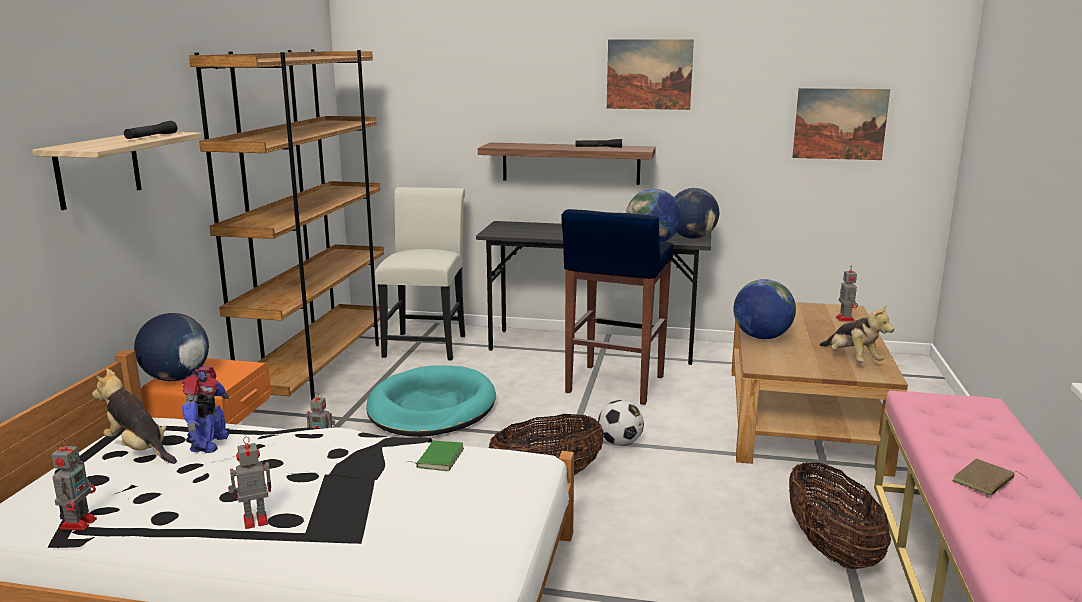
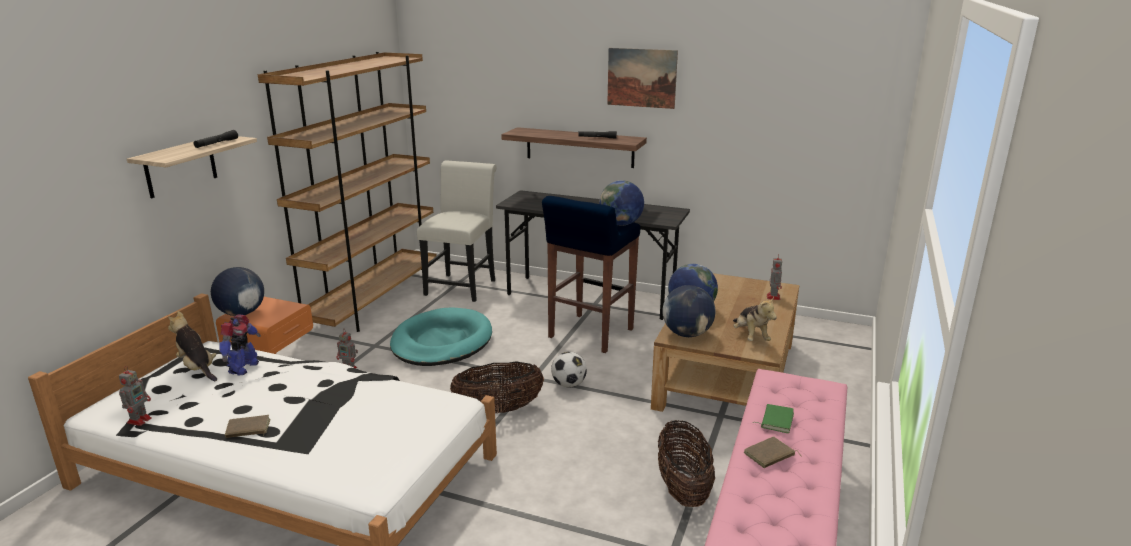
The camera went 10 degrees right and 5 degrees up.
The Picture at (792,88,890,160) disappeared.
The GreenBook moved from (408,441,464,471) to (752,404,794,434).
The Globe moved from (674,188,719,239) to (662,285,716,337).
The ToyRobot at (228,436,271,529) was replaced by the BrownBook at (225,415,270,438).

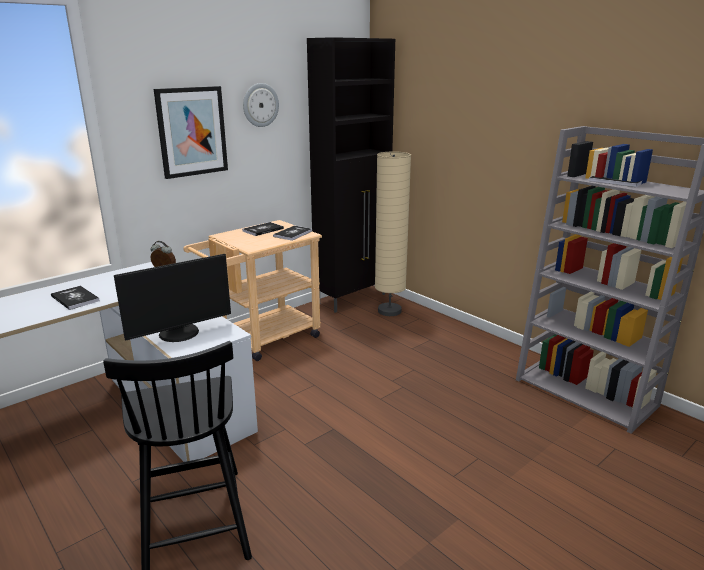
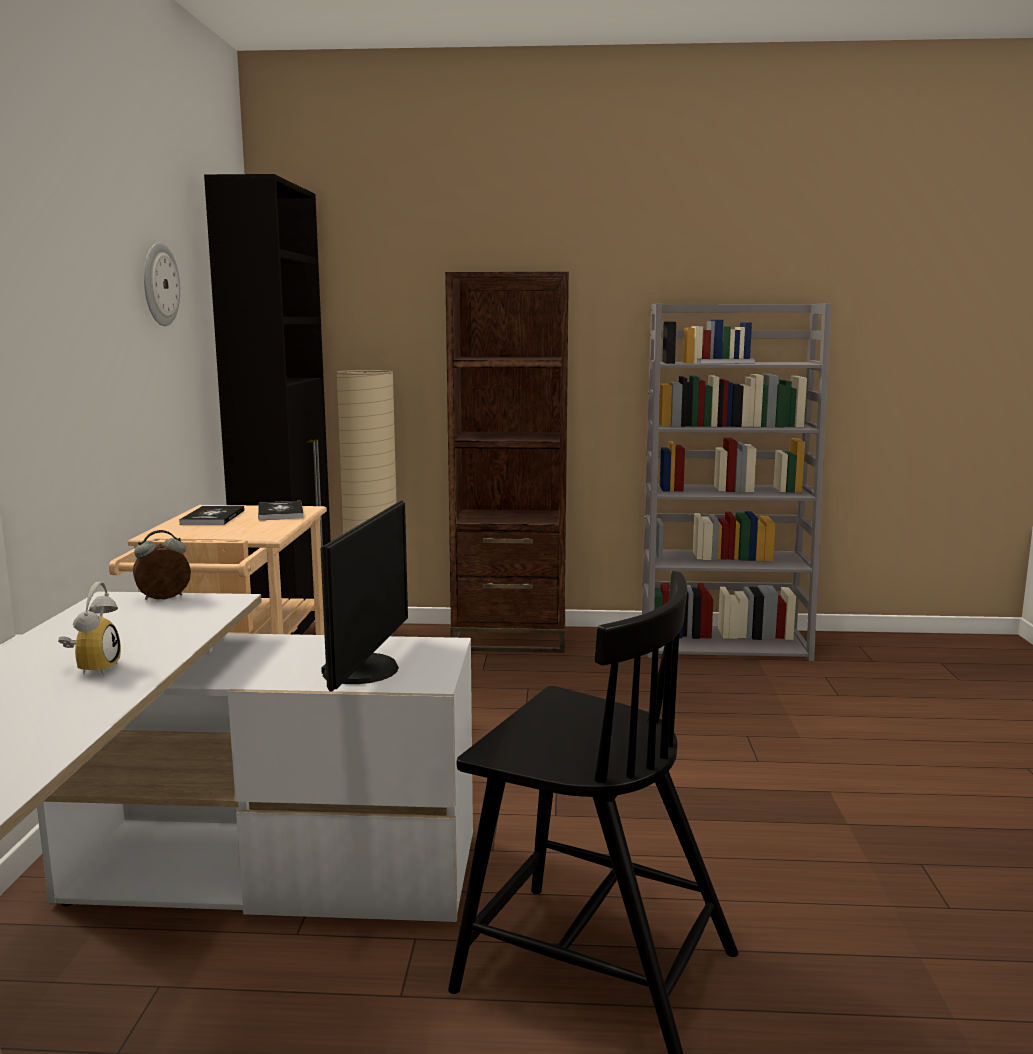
The camera went 45 degrees left and 10 degrees down.
The Picture at (154,86,228,179) disappeared.
The BrownBookcase at (445,272,569,653) appeared.
The Book at (51,286,100,310) was replaced by the AlarmClock at (58,582,121,676).

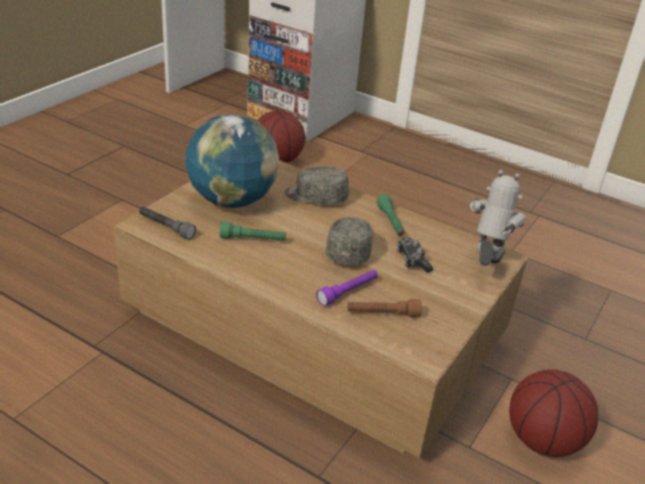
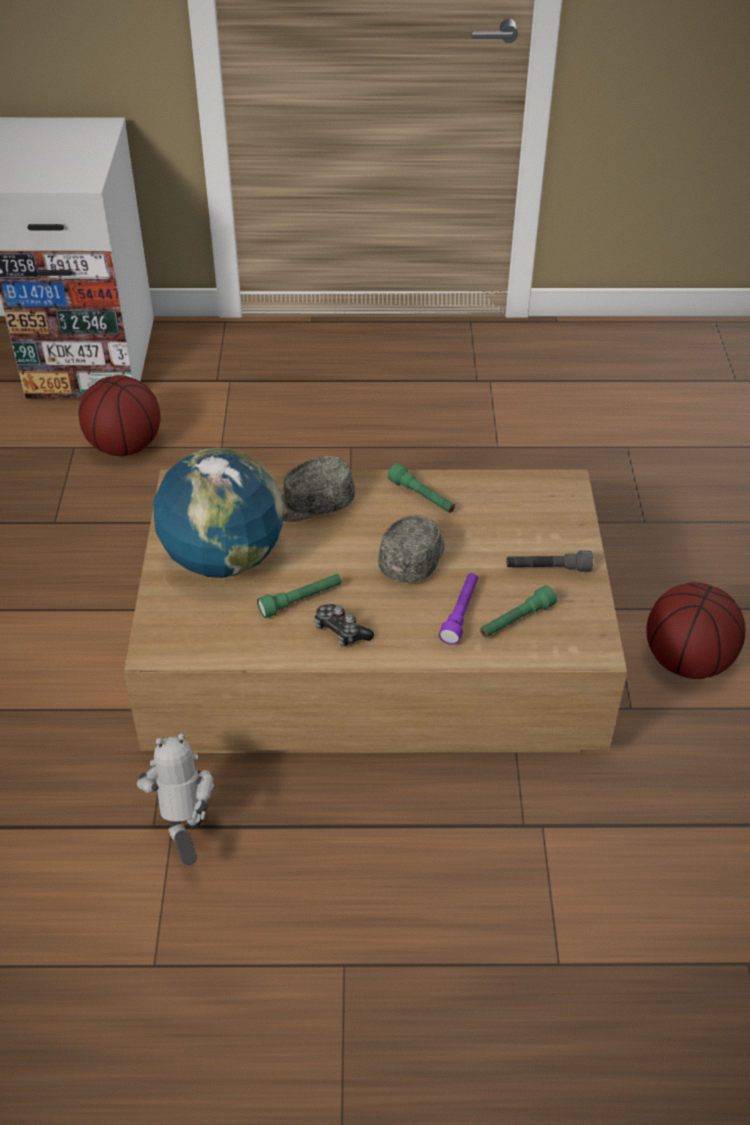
The camera went 30 degrees left and 10 degrees up.
The GreyFlashlight moved from (139,207,196,240) to (506,551,593,572).
The GameController moved from (397,237,433,273) to (314,604,374,647).
The ToyRobot moved from (470,170,525,266) to (137,733,215,865).
The BrownFlashlight at (348,299,422,317) became the GreenFlashlight at (480,585,557,637).
The GreyCap at (326,217,373,265) turned 45 degrees clockwise.

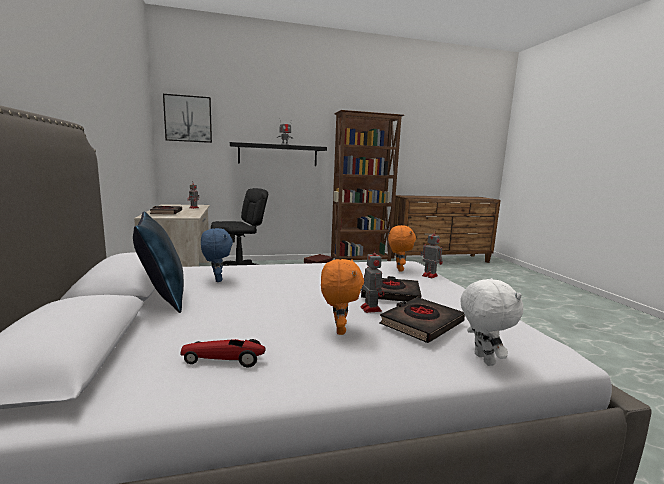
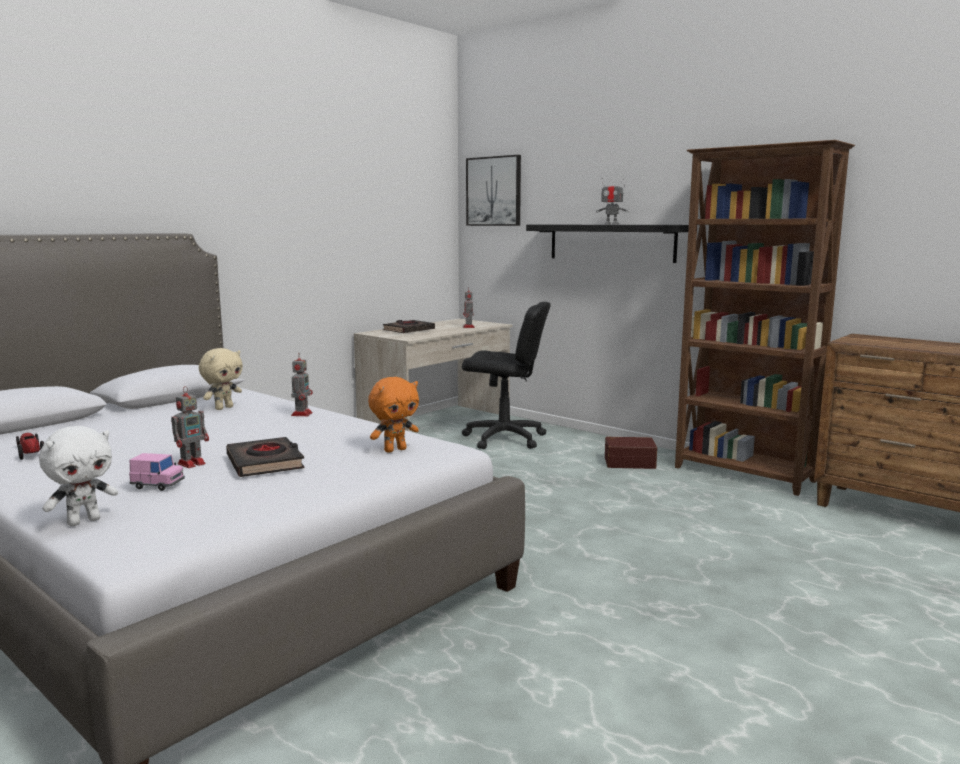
The camera went 55 degrees right and 0 degrees up.
The BluePillow at (133,211,184,313) disappeared.
The OrangePlushToy at (321,259,364,335) disappeared.
The ToyRobot moved from (420,229,443,278) to (291,353,313,416).
The BlackBook at (379,297,465,343) was replaced by the PinkToyCar at (129,453,185,491).
The BluePlushToy at (201,228,233,282) became the BeigePlushToy at (199,348,243,410).

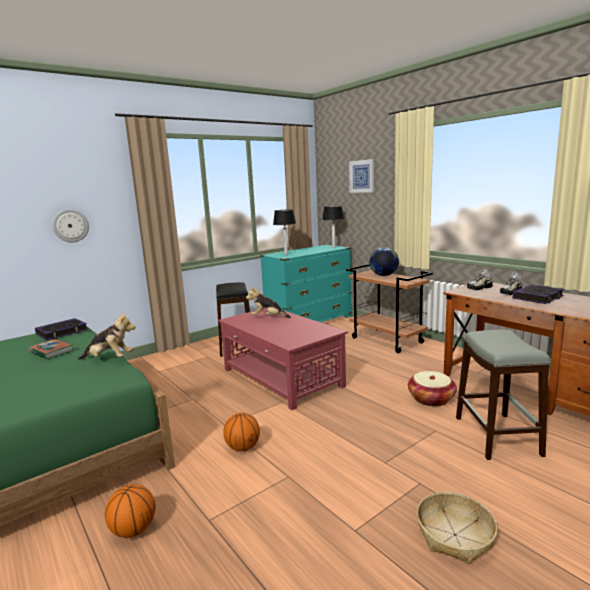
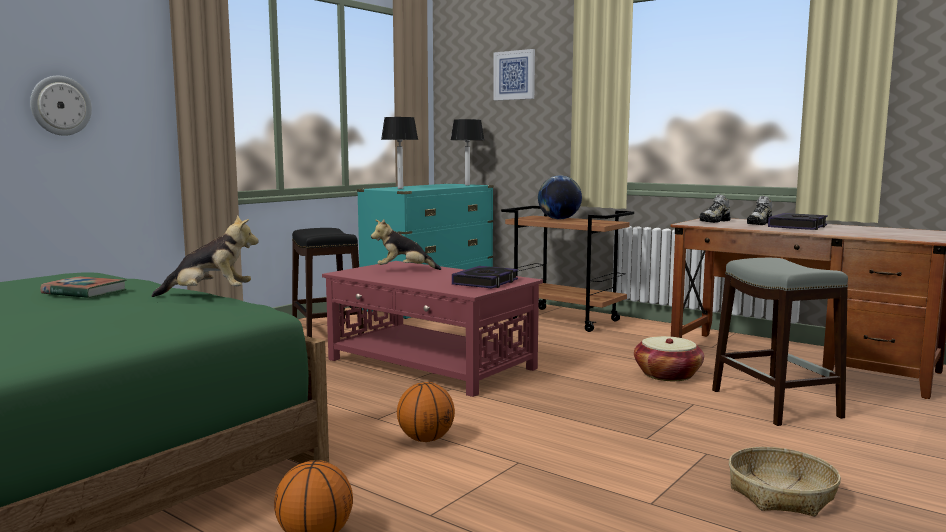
The camera went 15 degrees left and 5 degrees down.
The Book moved from (35,318,88,340) to (452,266,518,288).

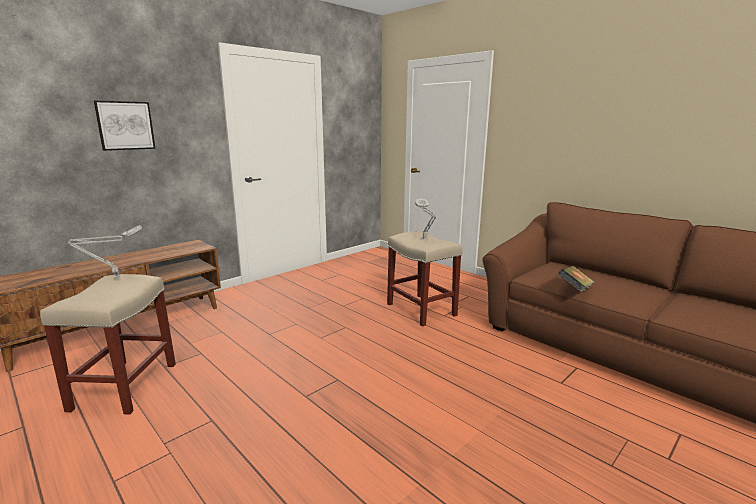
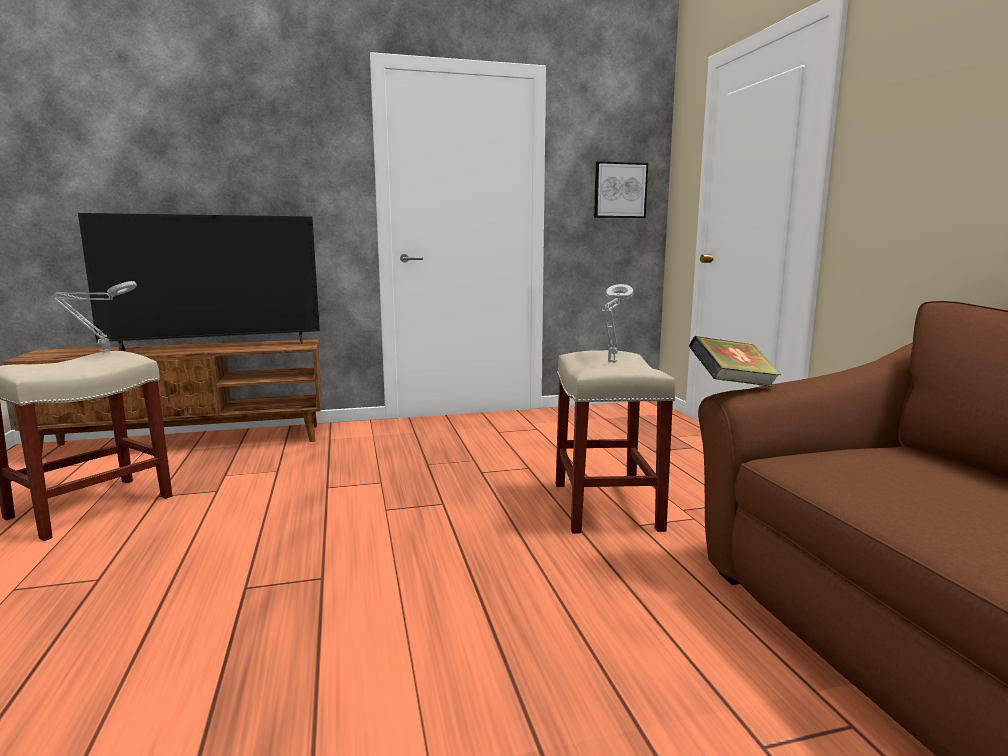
The camera went 30 degrees right and 5 degrees down.
The Television at (78,213,320,351) appeared.
The Picture moved from (94,101,156,151) to (594,161,648,218).
The Book moved from (558,266,594,292) to (689,336,781,387).

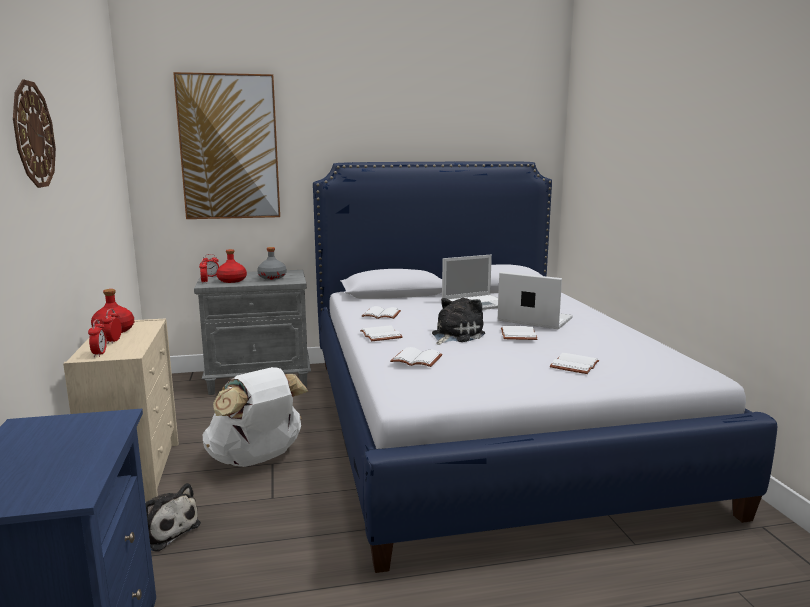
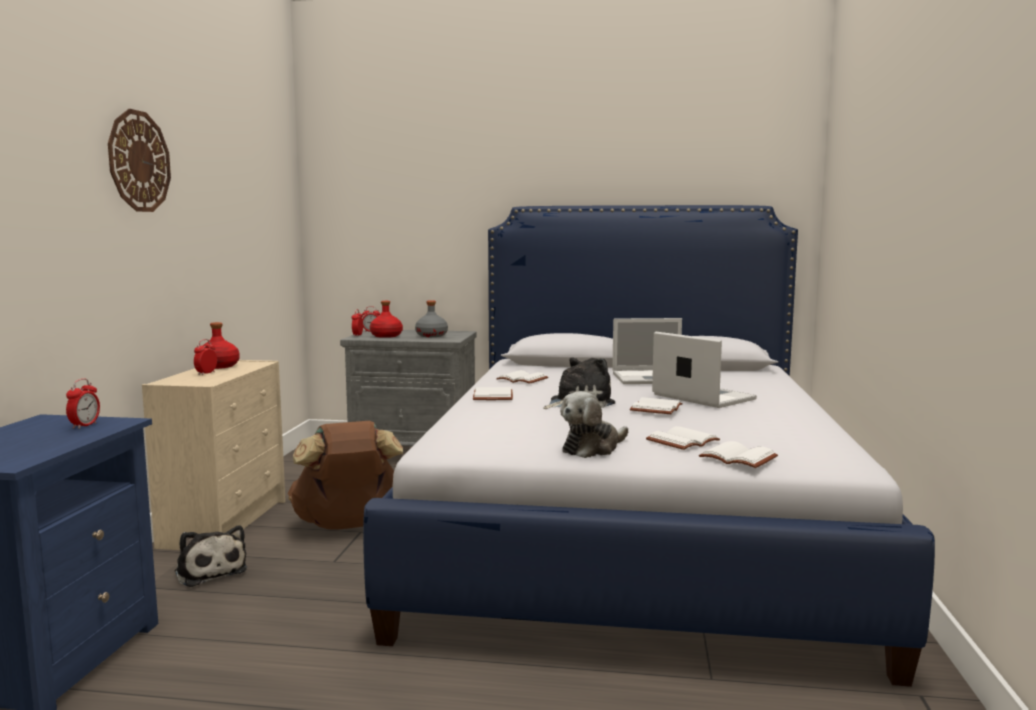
The camera went 20 degrees right and 5 degrees down.
The Picture at (173,72,280,219) disappeared.
The PlushToy at (560,391,628,458) appeared.
The AlarmClock moved from (88,319,107,357) to (66,379,100,429).
The WhiteBook moved from (390,347,442,367) to (699,441,778,468).
The WhiteBackpack at (203,367,309,467) became the BrownBackpack at (288,421,403,530).

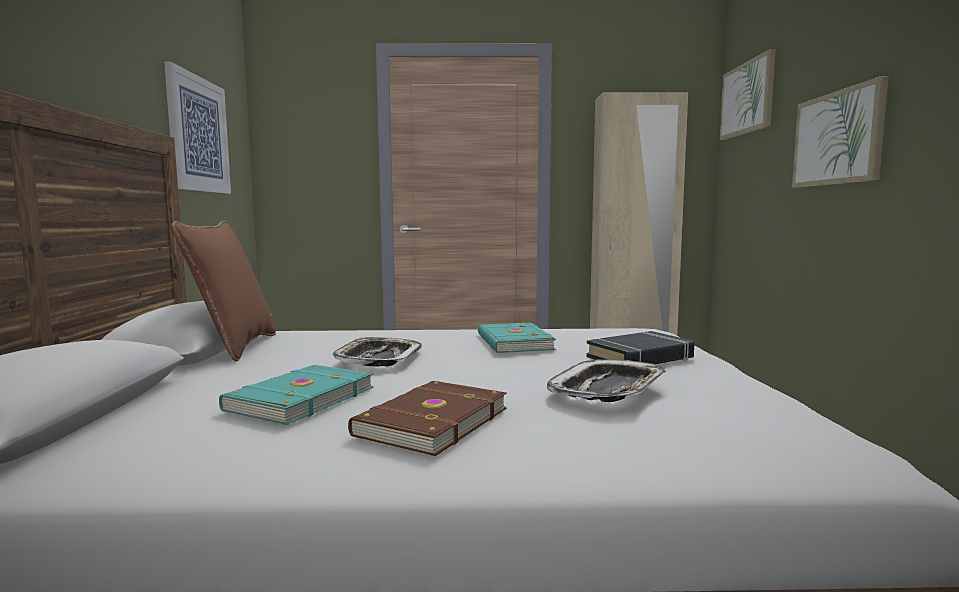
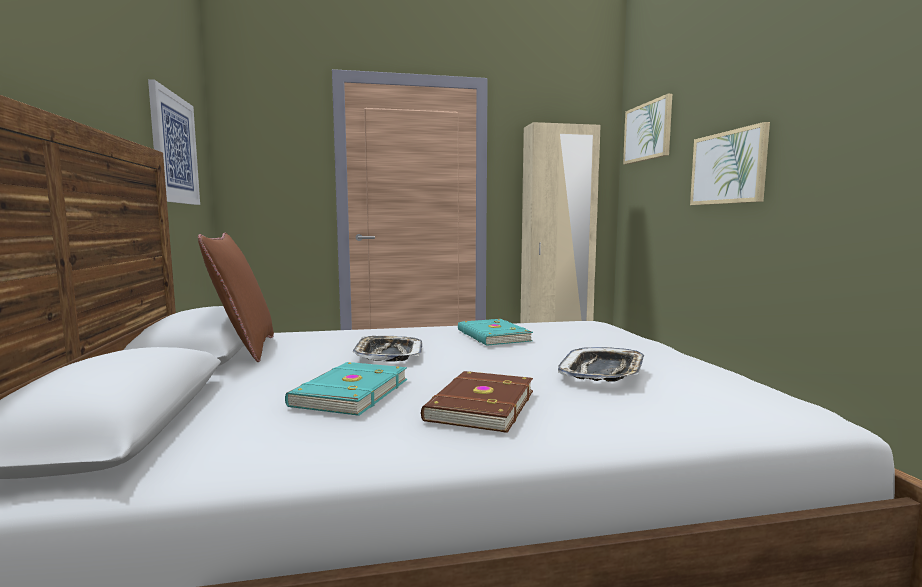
The camera went 10 degrees left and 0 degrees up.
The BlackBook at (586,331,695,364) disappeared.

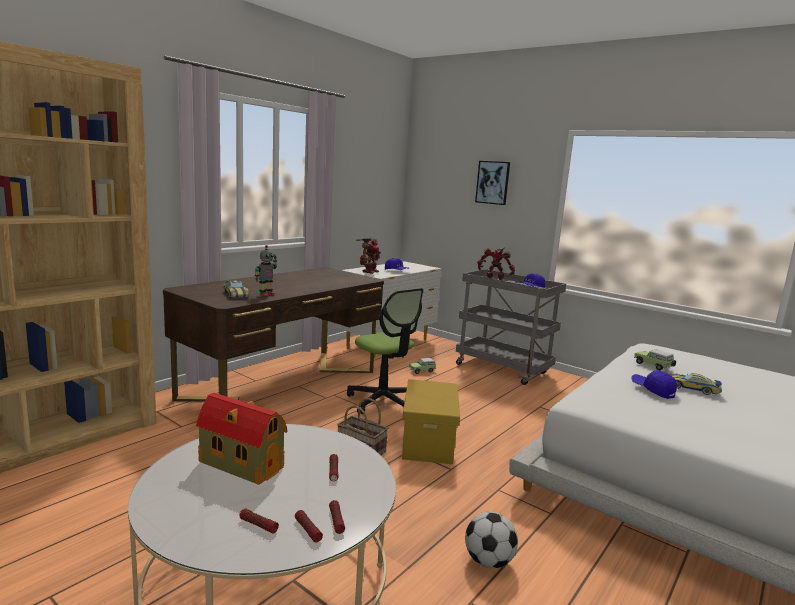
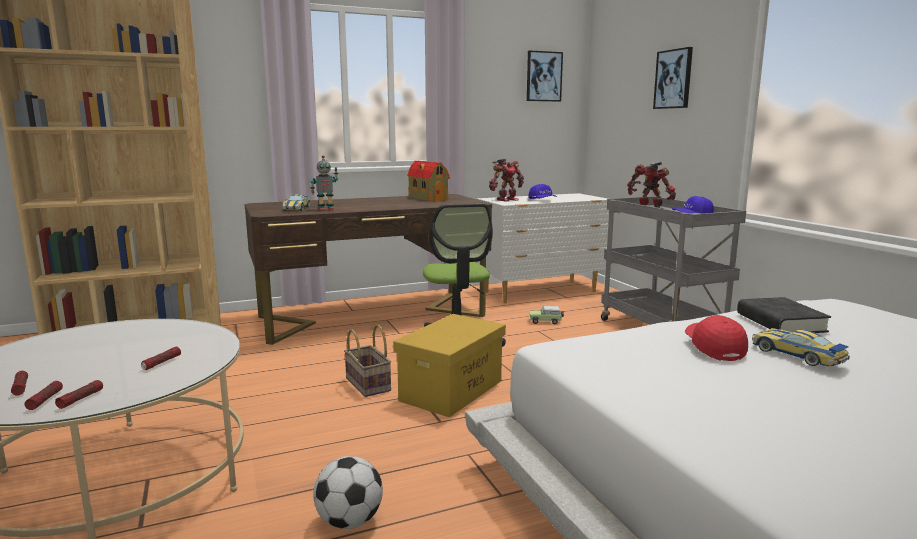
The camera went 30 degrees right and 0 degrees up.
The Picture at (527,50,563,102) appeared.
The ToyHouse moved from (196,393,288,485) to (407,161,450,201).
The ToyCar at (634,350,676,370) was replaced by the BlackBook at (737,297,831,333).
The BlueCap at (632,370,677,399) became the RedCap at (685,315,748,361).

